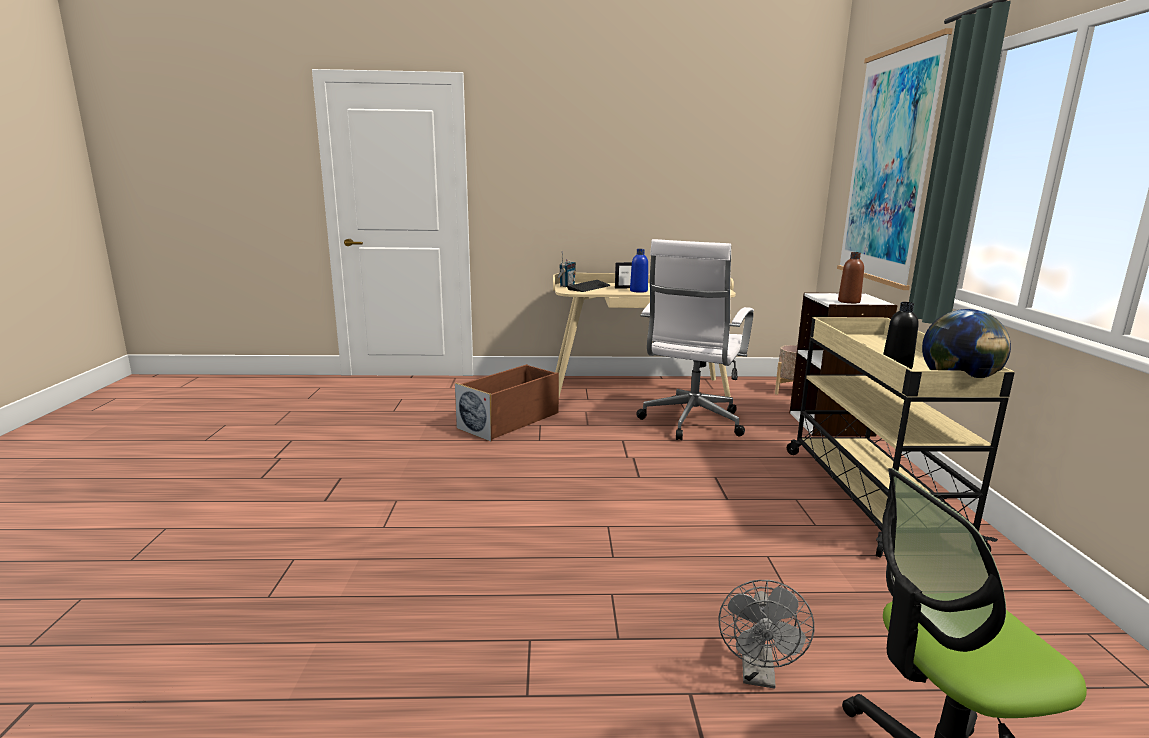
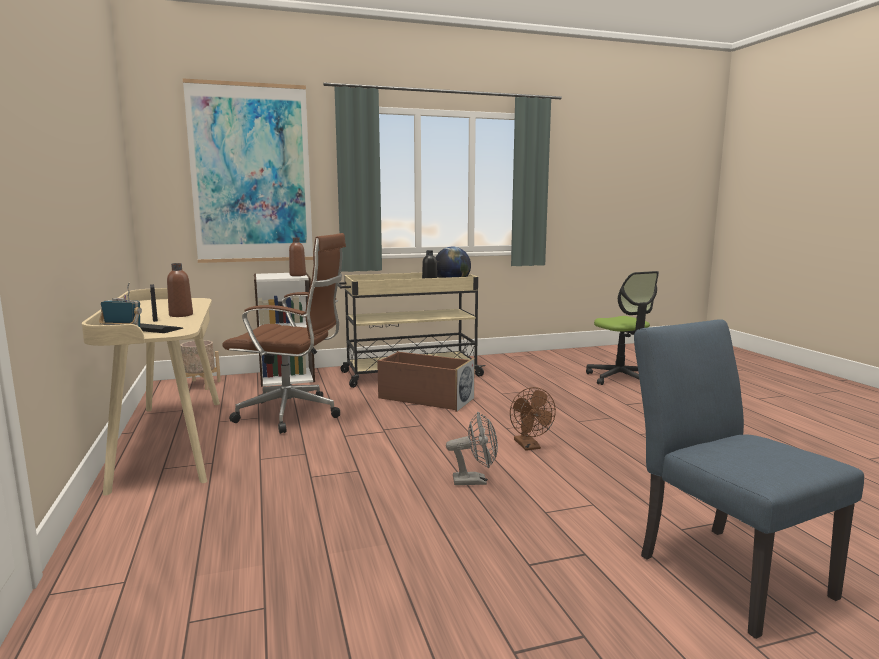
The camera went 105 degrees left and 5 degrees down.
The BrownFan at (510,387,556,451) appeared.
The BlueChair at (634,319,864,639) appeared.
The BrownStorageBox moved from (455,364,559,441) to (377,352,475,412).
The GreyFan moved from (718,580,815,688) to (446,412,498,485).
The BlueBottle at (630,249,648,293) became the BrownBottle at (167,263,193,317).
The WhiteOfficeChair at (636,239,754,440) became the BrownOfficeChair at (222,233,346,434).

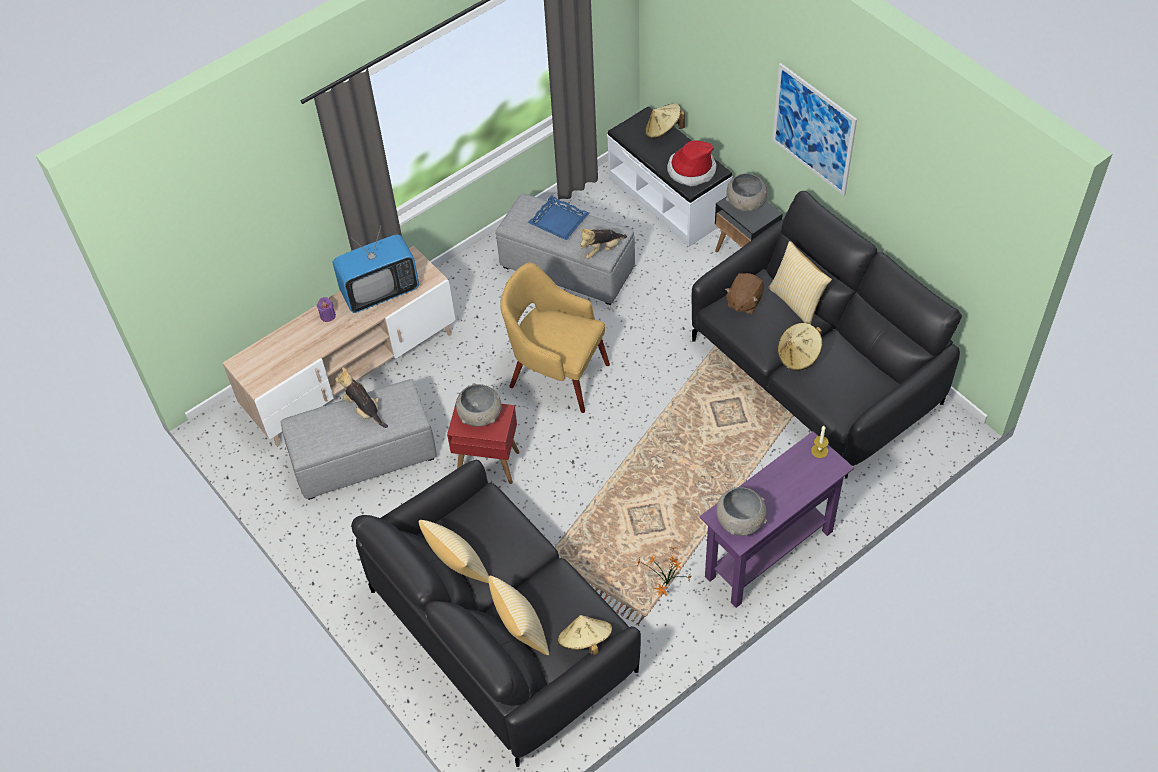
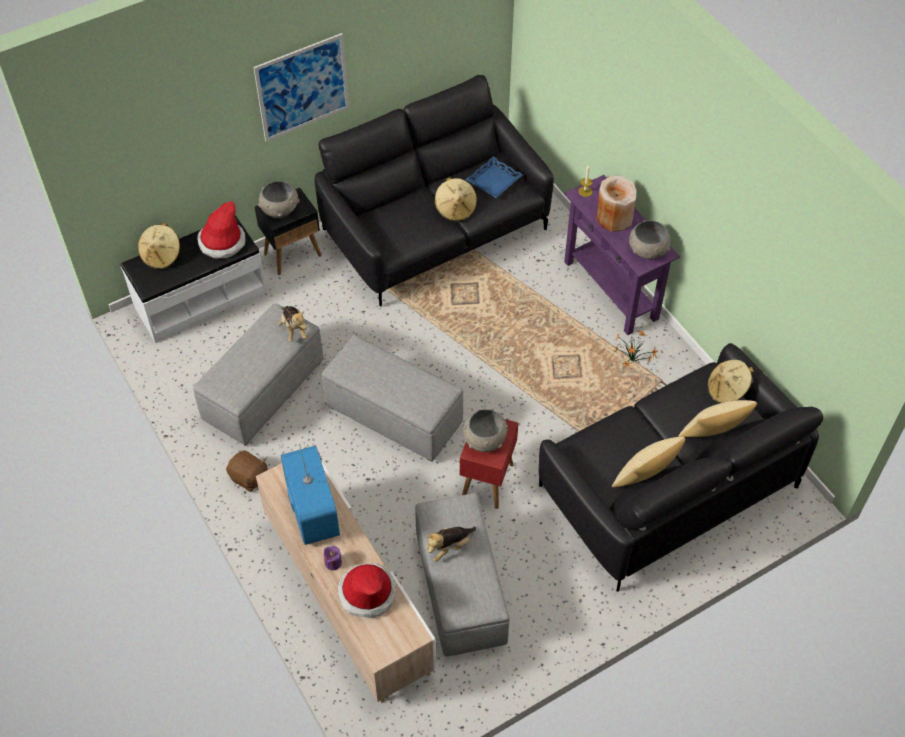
The camera went 85 degrees left and 0 degrees up.
The Pillow at (768,241,832,324) disappeared.
The Hat at (338,563,397,618) appeared.
The BeigeVase at (597,176,637,232) appeared.
The BlueTray moved from (528,196,589,241) to (466,156,523,198).
The BrownPlushToy moved from (725,273,764,314) to (226,451,268,492).
The YellowArmchair at (500,263,610,413) was replaced by the GreyOttoman at (322,335,463,462).

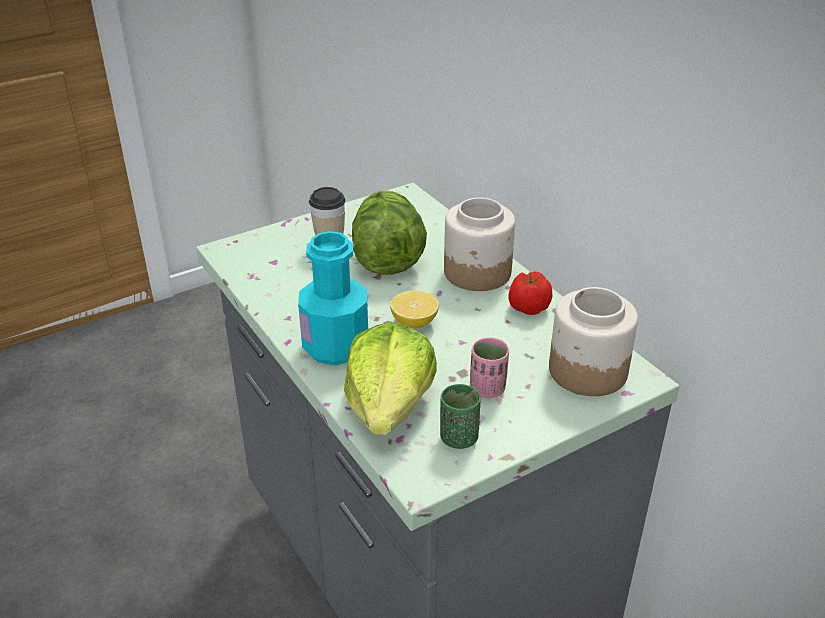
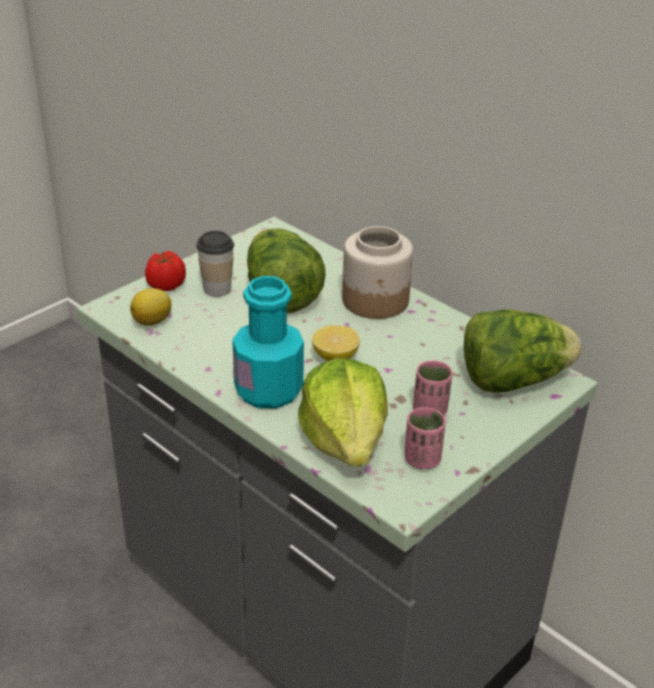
The camera went 15 degrees left and 0 degrees up.
The Lemon at (130,288,171,326) appeared.
The Tomato moved from (509,271,552,315) to (145,251,186,291).
The Jar at (549,287,638,396) was replaced by the Lettuce at (464,310,582,393).
The GreenCup at (440,384,481,449) became the PinkCup at (405,407,446,469).

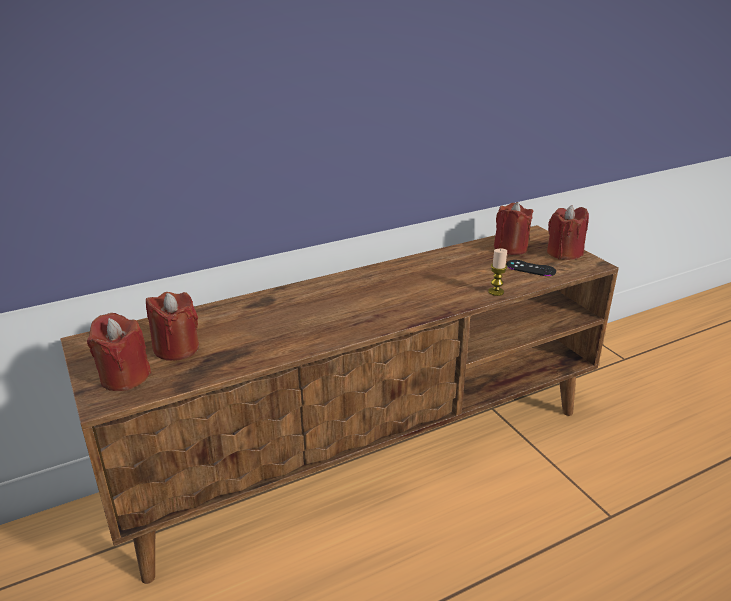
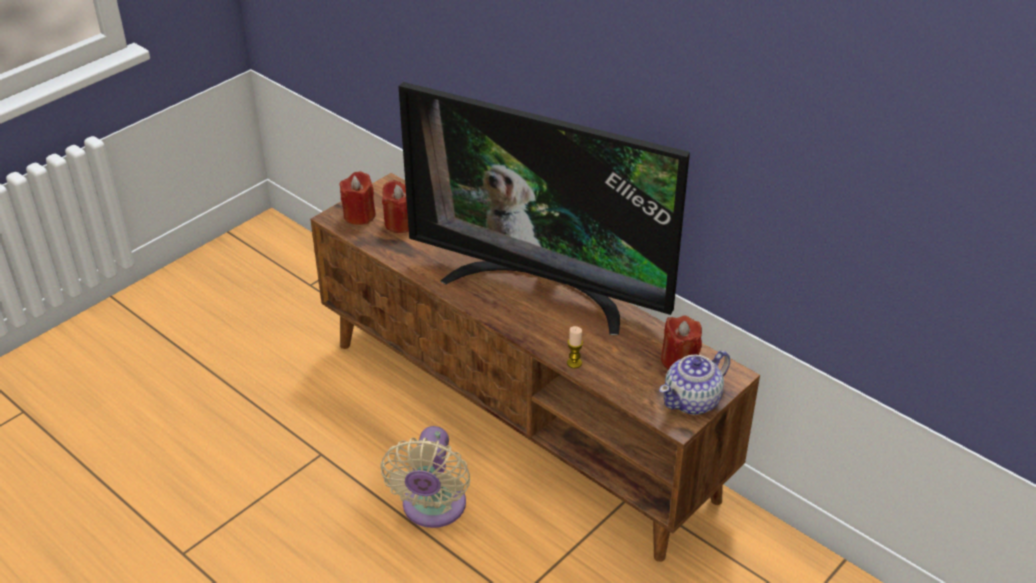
The camera went 70 degrees right and 10 degrees up.
The BlackGameController at (506,260,556,276) disappeared.
The BeigeFan at (380,426,470,528) appeared.
The Television at (398,82,690,335) appeared.
The RedCandle at (547,205,589,260) was replaced by the Teapot at (659,351,730,415).

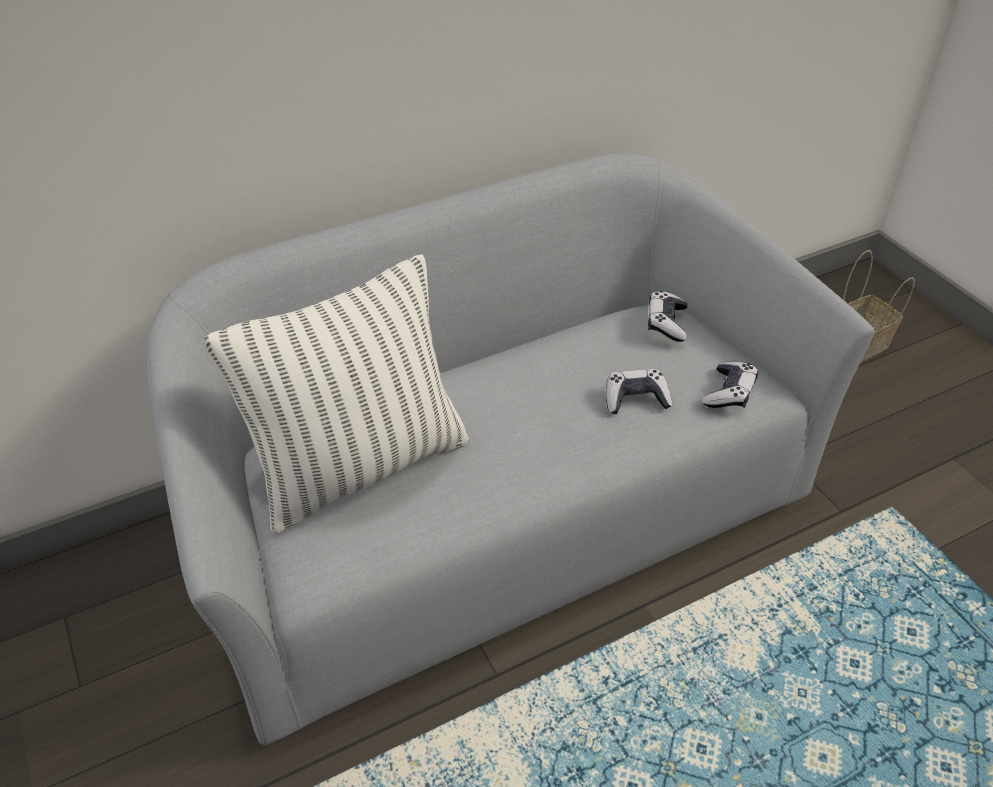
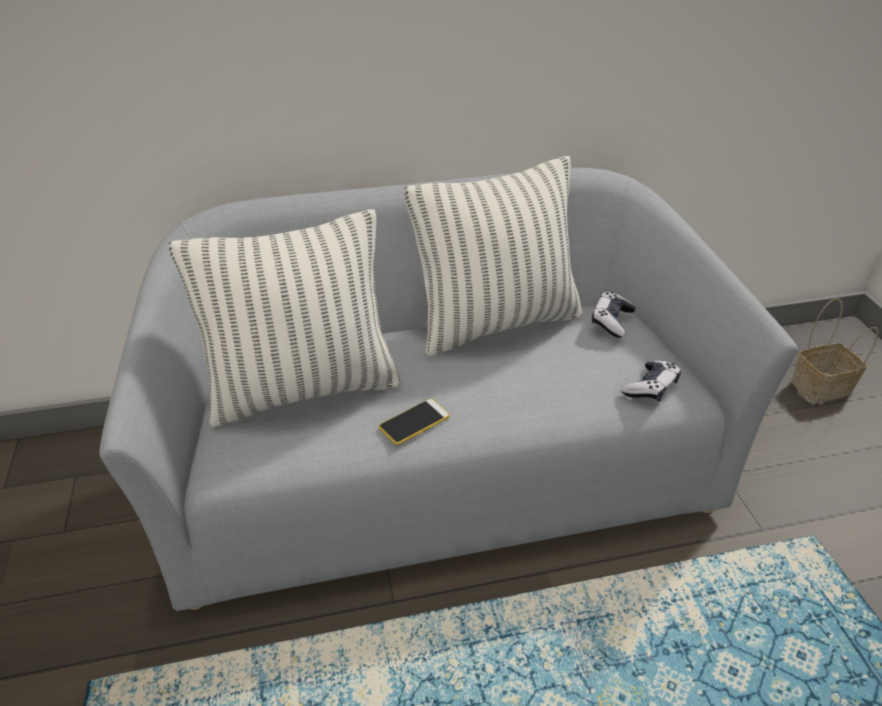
The camera went 15 degrees right and 5 degrees down.
The GameController at (606,369,673,414) disappeared.
The Phone at (379,399,450,445) appeared.
The Pillow at (404,156,583,357) appeared.

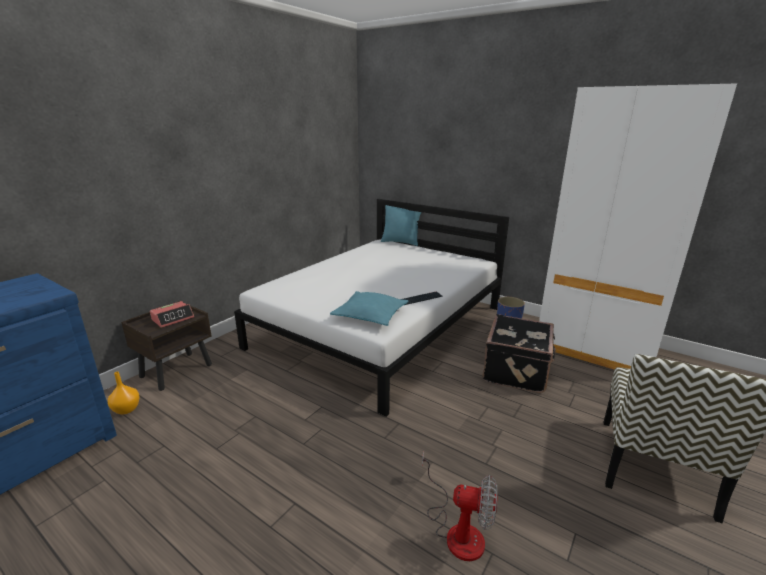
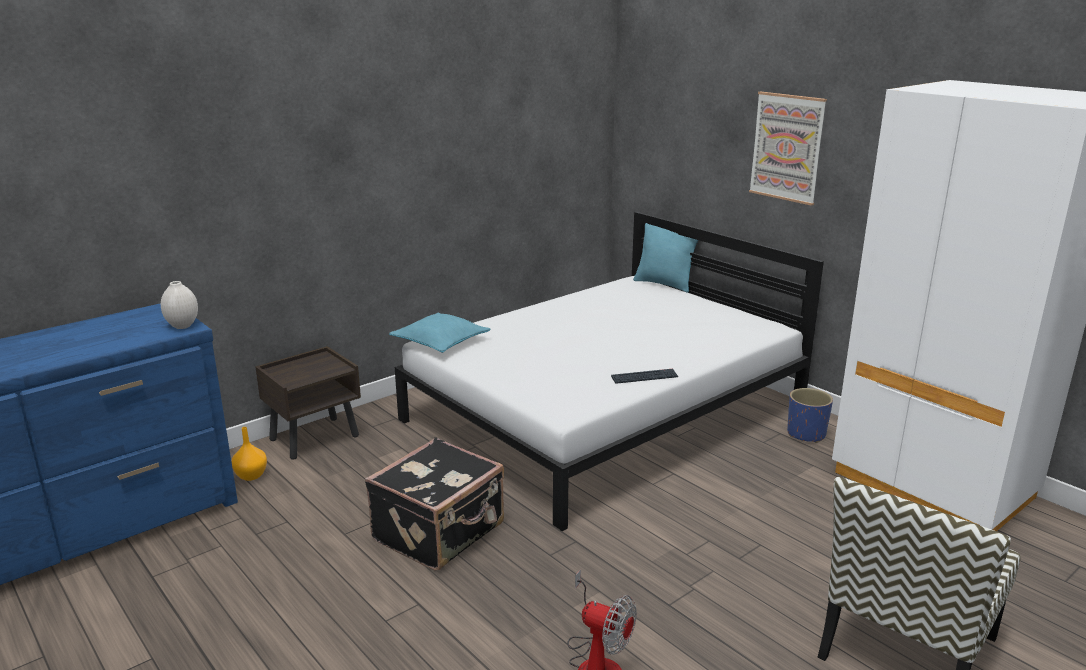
The camera went 15 degrees right and 0 degrees up.
The AlarmClock at (150,301,194,328) disappeared.
The WhiteVase at (161,281,198,329) appeared.
The Picture at (749,92,827,206) appeared.
The TurquoisePillow moved from (330,291,408,326) to (389,313,490,353).
The BlackSuitcase moved from (483,314,556,393) to (365,437,504,570).

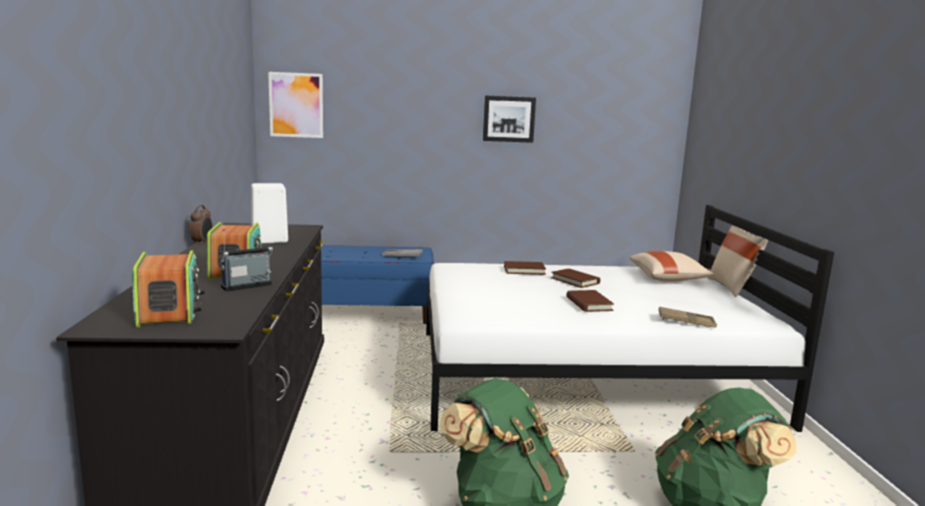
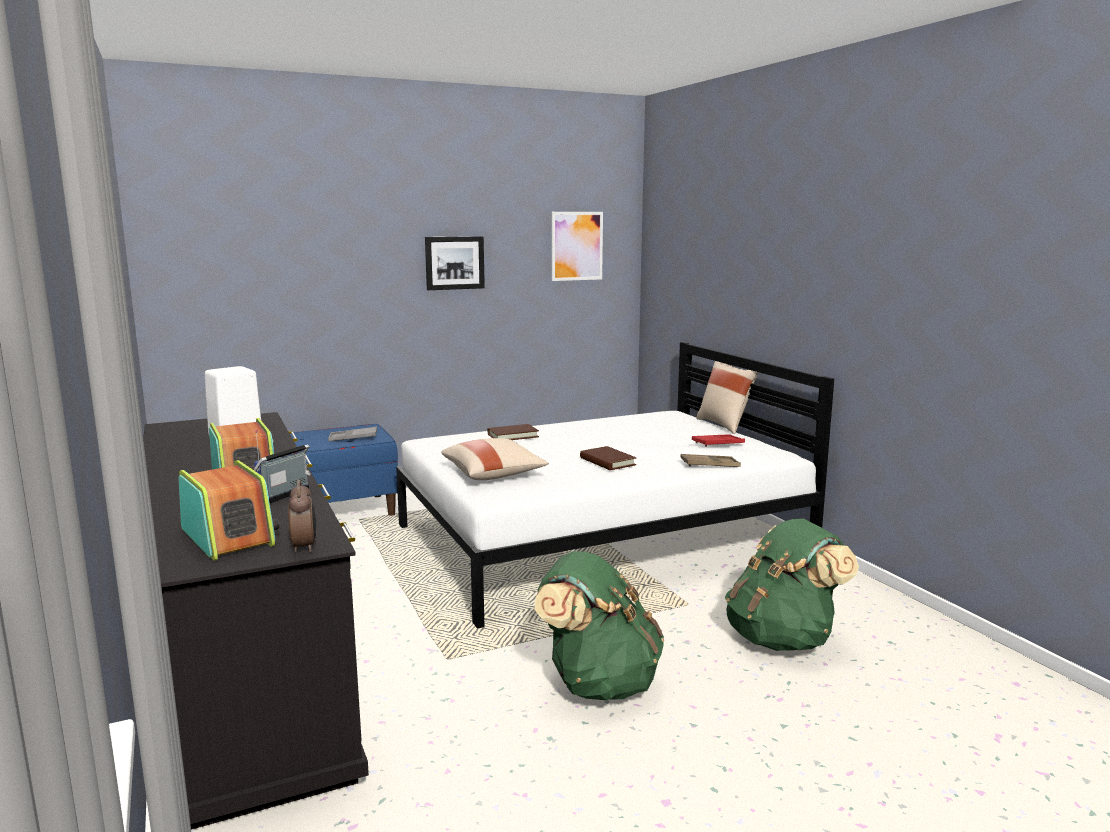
The camera went 20 degrees left and 0 degrees up.
The BrownBook at (551,269,600,288) disappeared.
The RedTray at (692,434,745,447) appeared.
The AlarmClock moved from (189,205,213,245) to (288,480,316,553).
The Picture moved from (268,72,323,138) to (551,212,603,281).
The BeigePillow moved from (630,251,715,281) to (442,438,549,480).

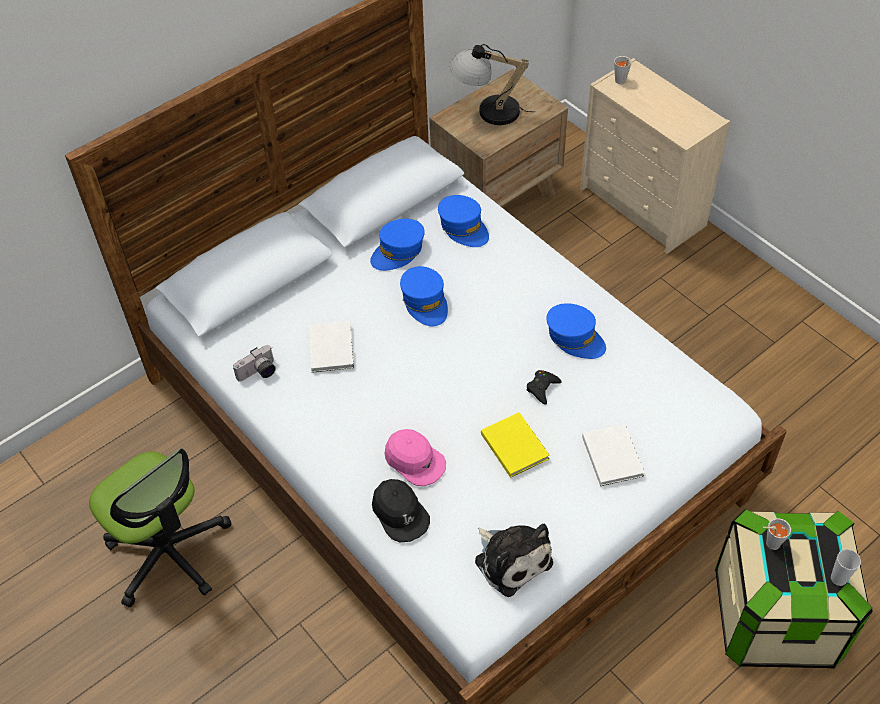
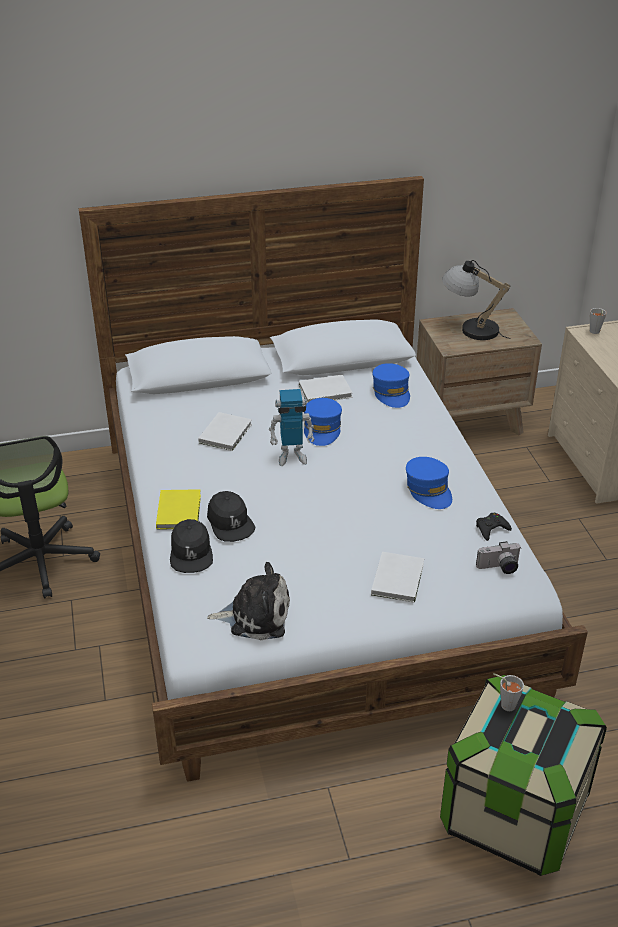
The camera went 25 degrees right and 15 degrees down.
The Cup at (831,549,861,586) disappeared.
The ToyRobot at (269,389,315,466) appeared.
The PhotoCamera moved from (233,345,276,381) to (476,541,521,574).
The YellowBook moved from (481,412,550,478) to (156,489,201,530).
The BlackGameController moved from (527,370,562,405) to (476,513,512,541).
The BlueCap at (370,219,425,271) was replaced by the WhiteBook at (299,374,353,403).
The PinkCap at (384,429,446,486) became the BlackCap at (207,491,256,542).
The PlushToy at (475,524,553,597) turned 75 degrees counterclockwise.

